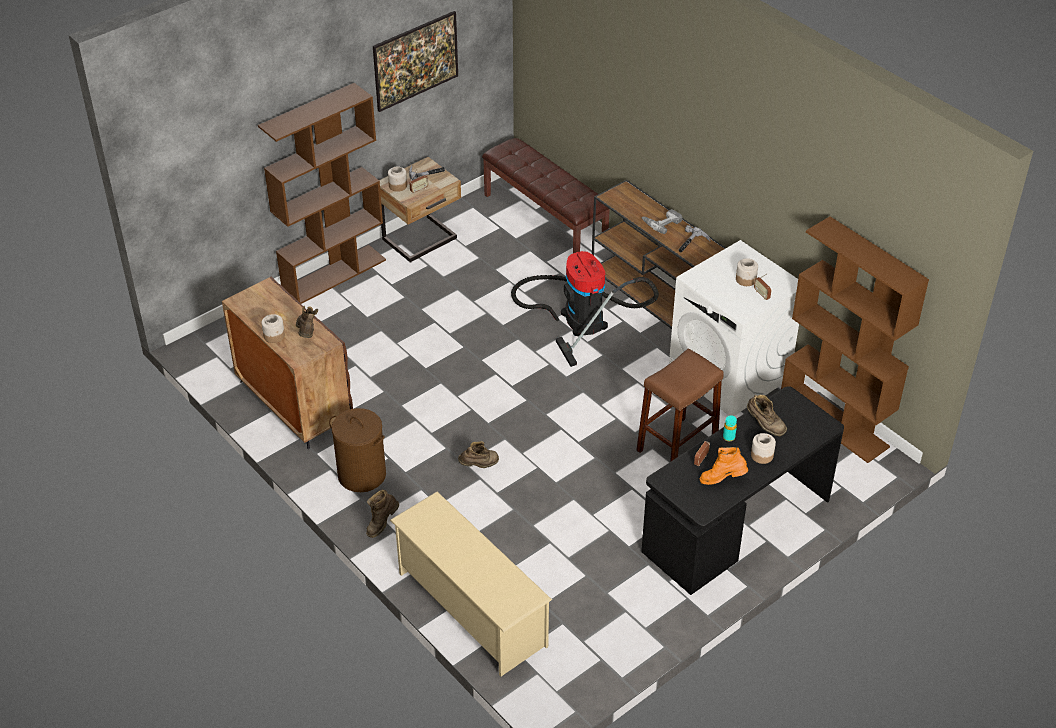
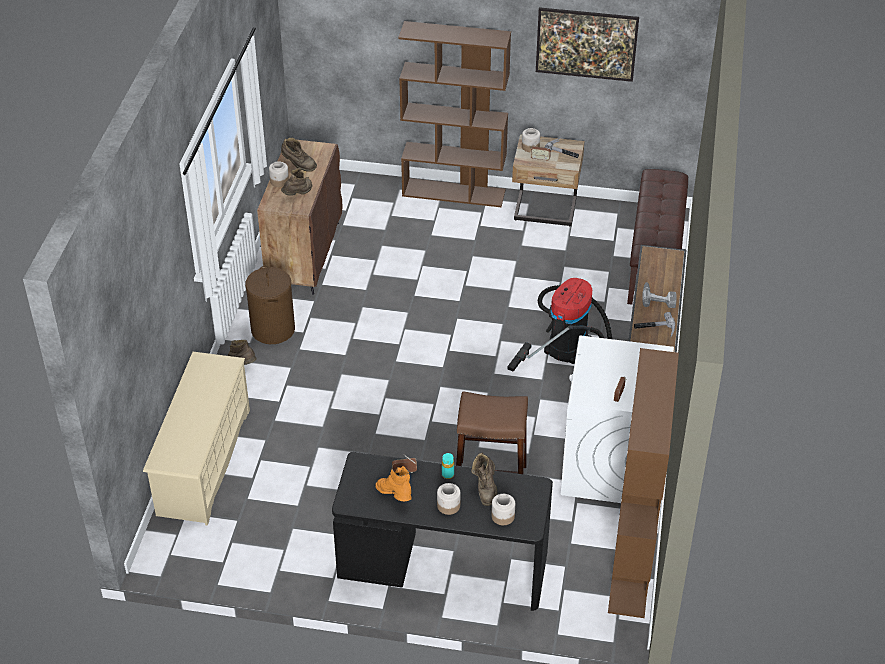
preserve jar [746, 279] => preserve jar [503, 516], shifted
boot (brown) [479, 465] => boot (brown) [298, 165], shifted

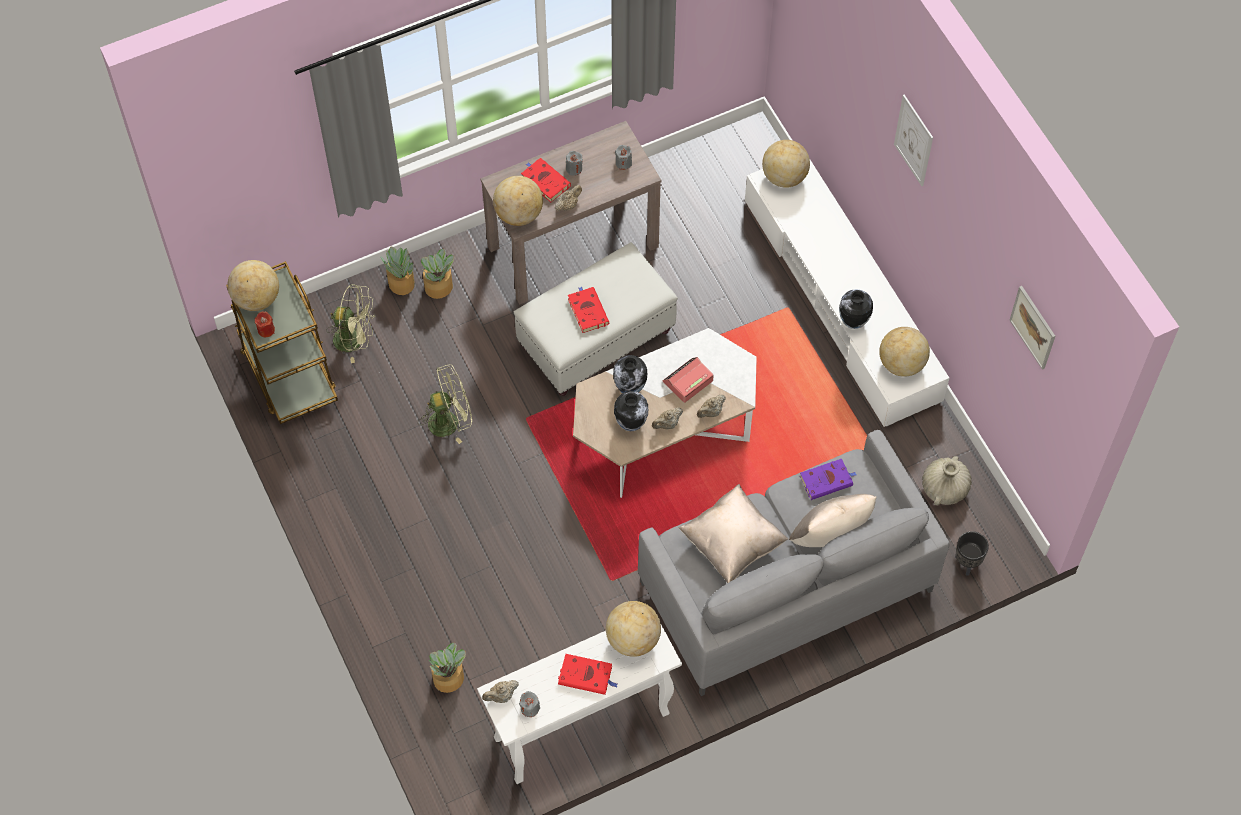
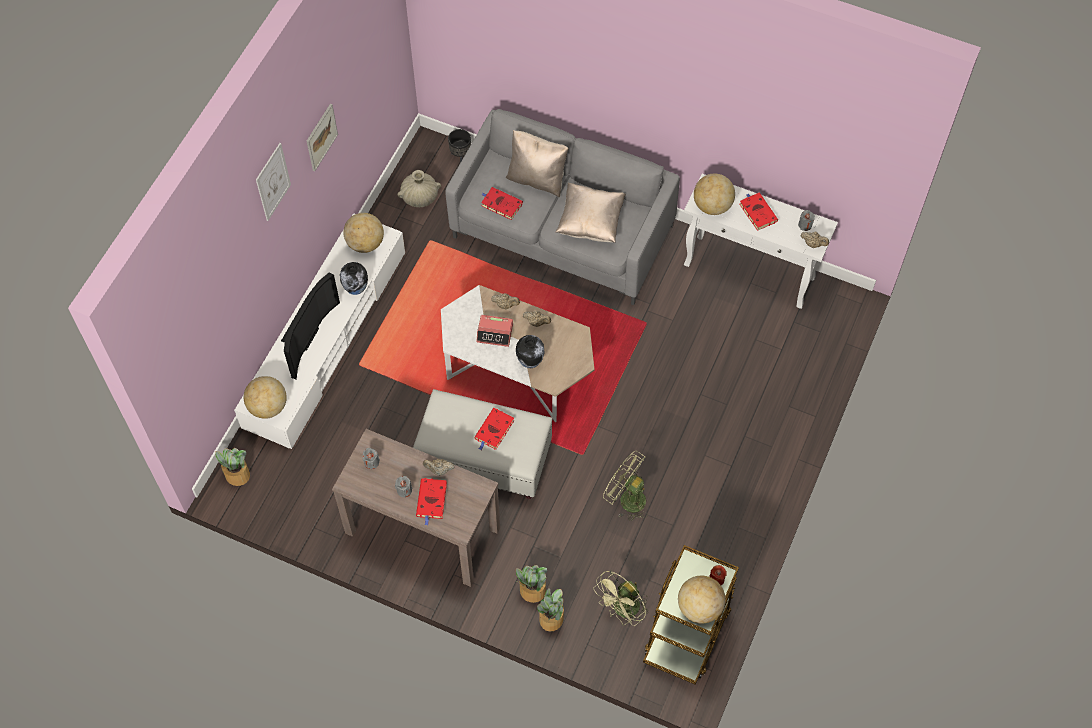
globe [519, 214] => nothing
fan (green) [355, 339] => fan (green) [623, 610], 105 degrees counterclockwise
picture [1033, 327] => picture [321, 137], shifted
decorative vase [631, 423] => nothing
book (purplish) [827, 480] => book (red) [500, 204]
potted plant [449, 678] => potted plant [237, 475], shifted
nothing => TV [305, 337]

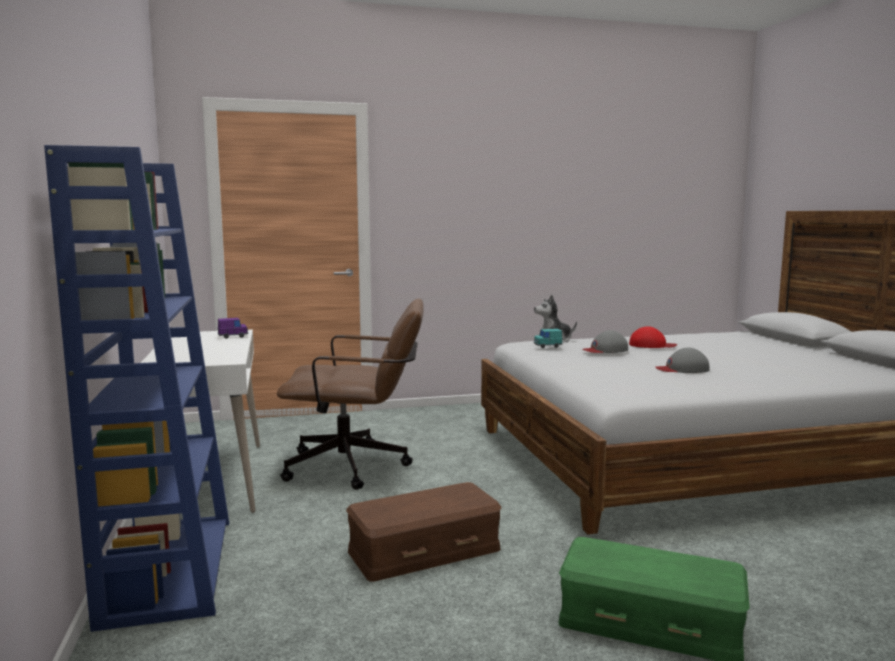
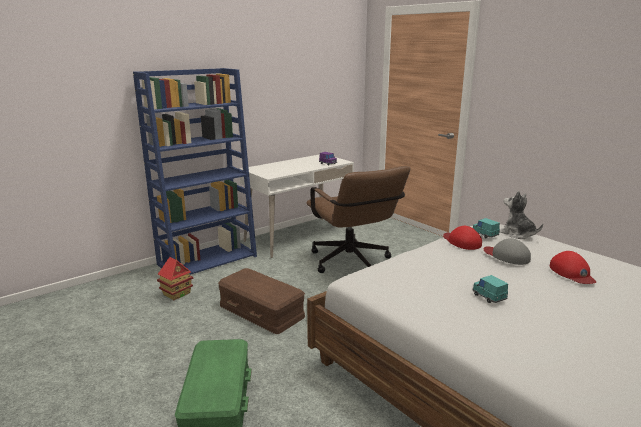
baseball cap (gray) [682, 369] => miniature car (blue-green) [489, 297]
nothing => baseball cap (red) [461, 242]
nothing => toy house [177, 294]

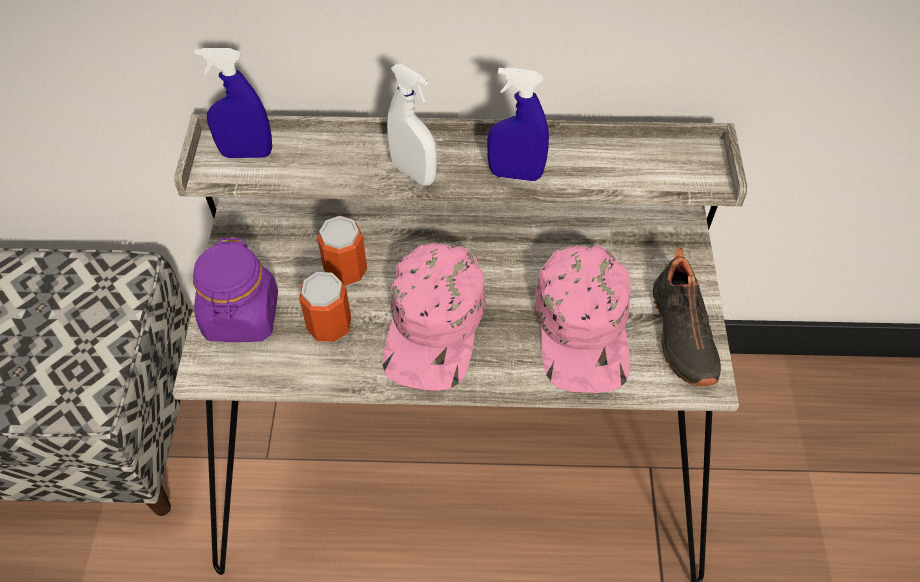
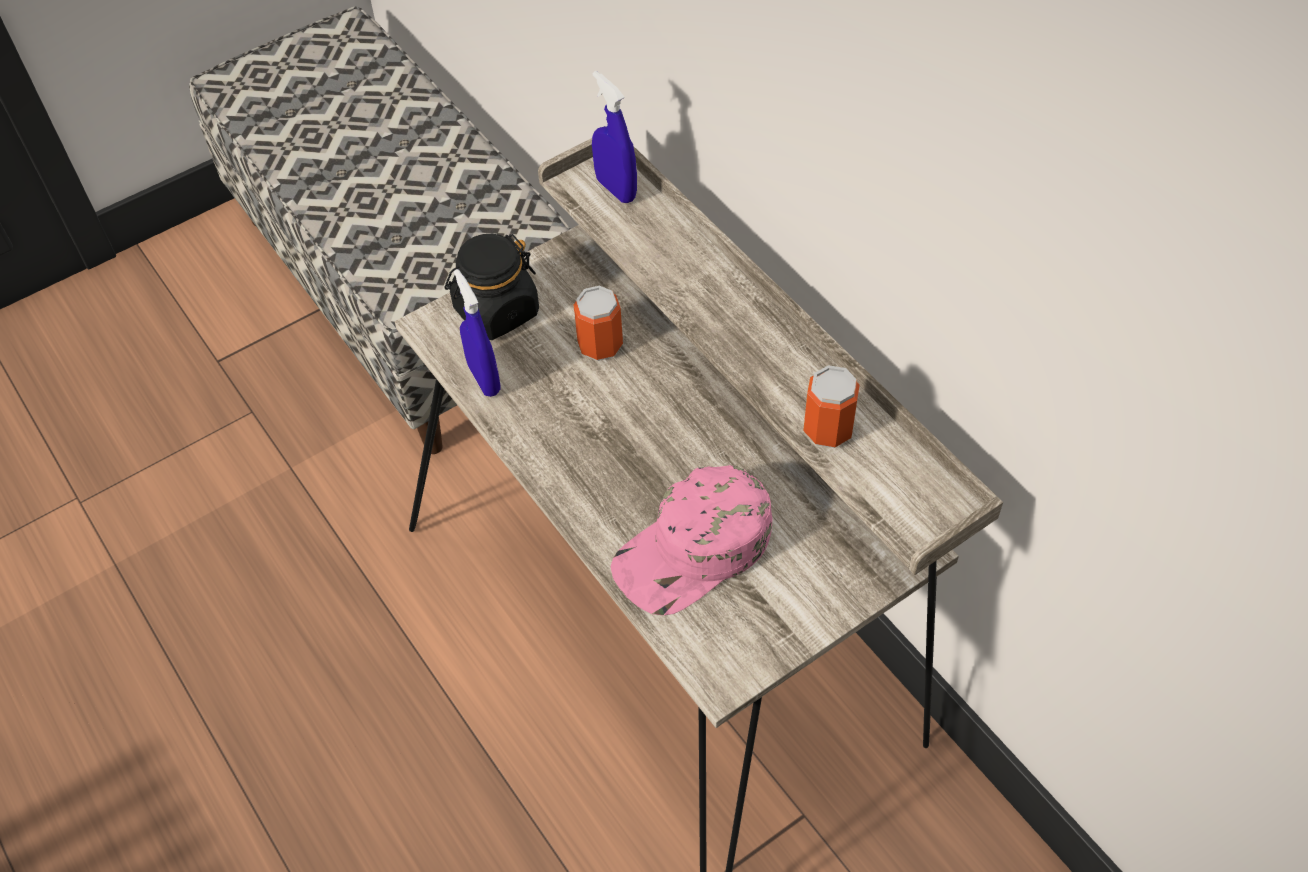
hand sprayer (whitish) [413, 173] => nothing
hand sprayer (blue) [515, 174] => hand sprayer (blue) [484, 379], shifted
preserve jar (purplish) [242, 316] => preserve jar (black) [496, 311]
baseball cap (pink) [435, 326] => nothing
low shoe (black) [680, 334] => nothing
metal can [329, 326] => metal can [828, 430], shifted

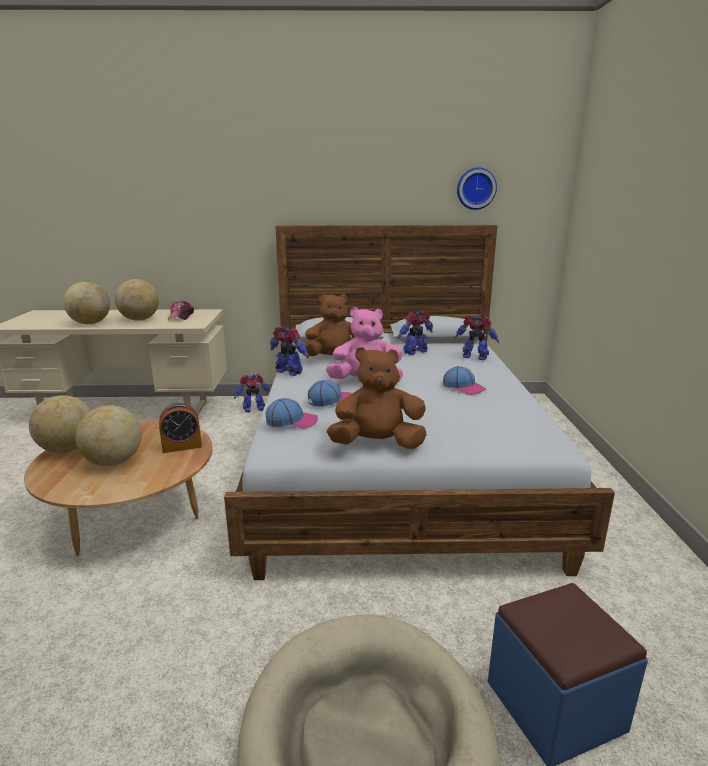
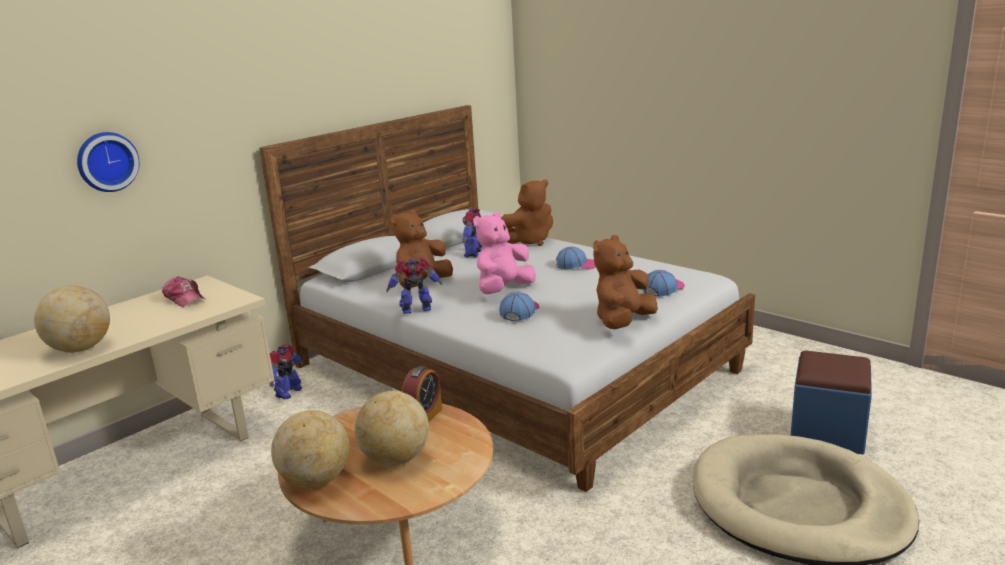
clock on the wall [475, 188] => clock on the wall [106, 161], shifted
globe [140, 319] => nothing
model robot [475, 358] => plush toy (brown) [529, 241]
baseball cap [292, 421] => baseball cap [663, 288], shifted

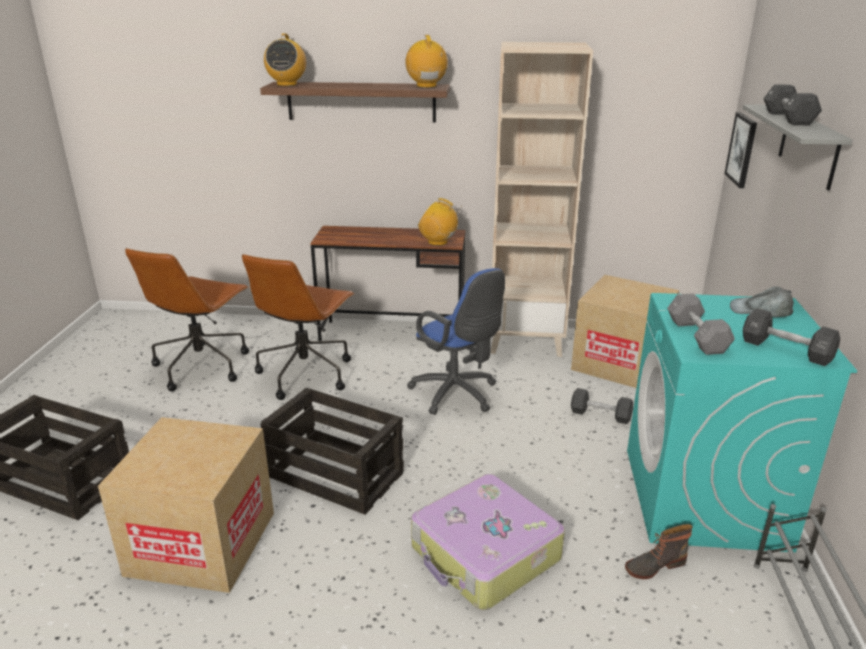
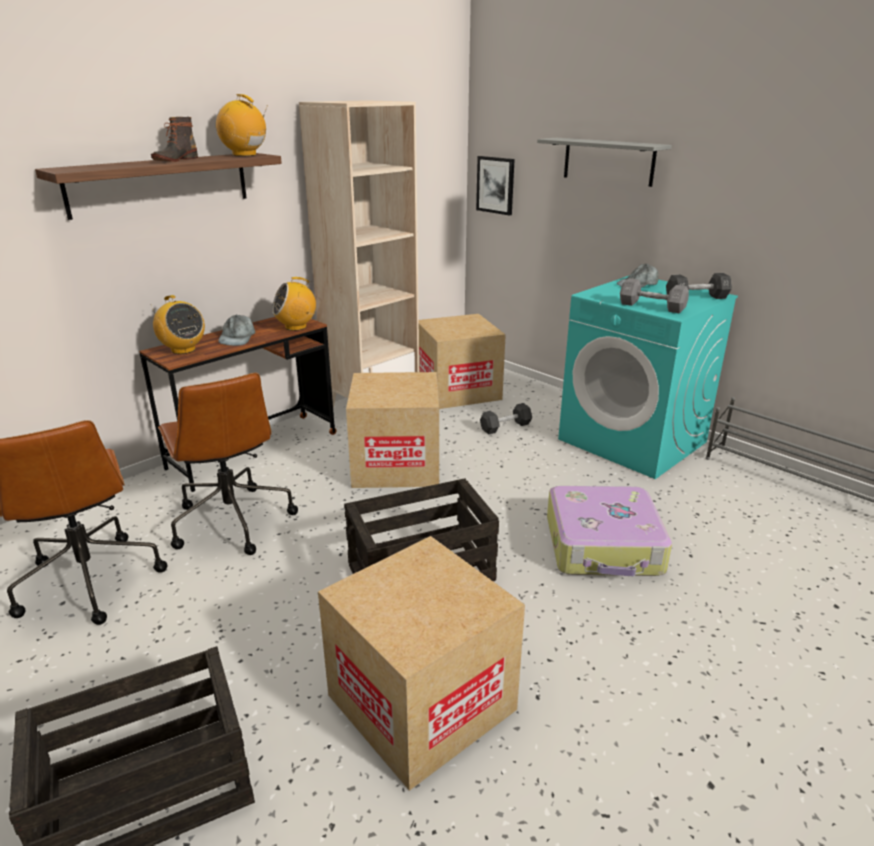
radio receiver [287, 84] => radio receiver [183, 350], shifted
free weight (black) [788, 118] => nothing
office chair (blue) [457, 395] => packing box [396, 465]
boot [654, 565] => boot [175, 160], shifted
nothing => baseball cap (gray) [237, 338]

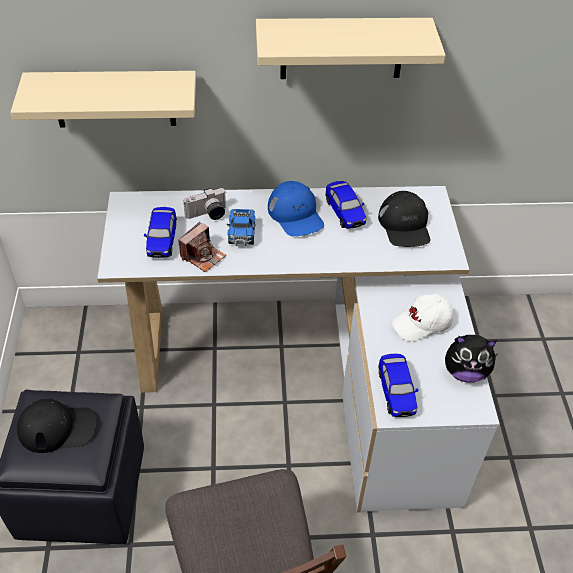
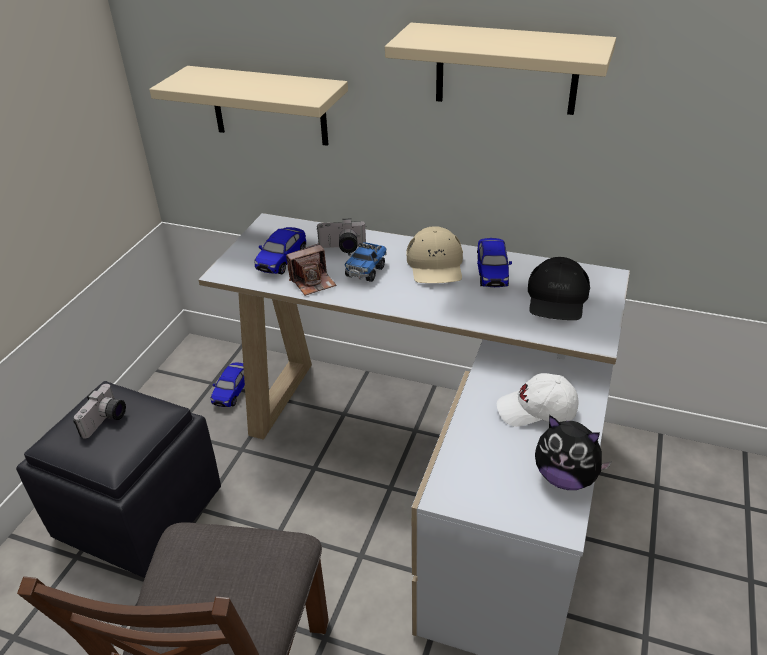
baseball cap (blue) [296, 214] => baseball cap (beige) [435, 265]
miniature car [396, 392] => miniature car [232, 392], shifted
baseball cap (black) [57, 428] => still camera [106, 421]

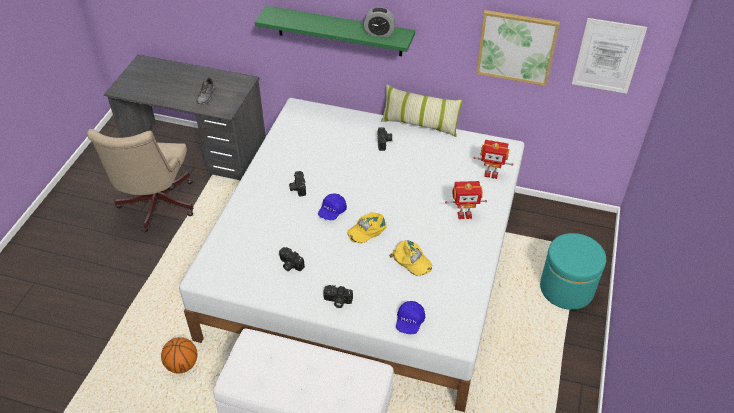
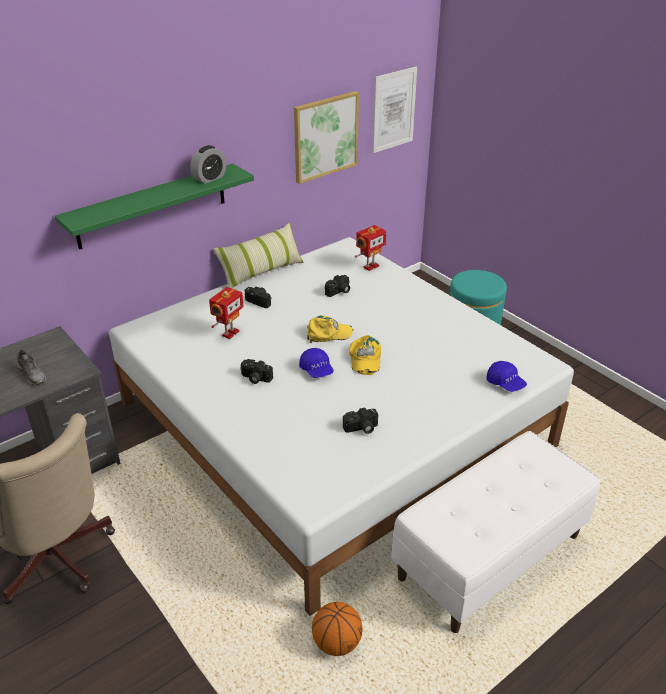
model robot [464, 214] => model robot [229, 333], shifted
baseball cap (yellow-coloured) [411, 260] => baseball cap (yellow-coloured) [328, 333], shifted
still camera [337, 301] => still camera [339, 292], shifted

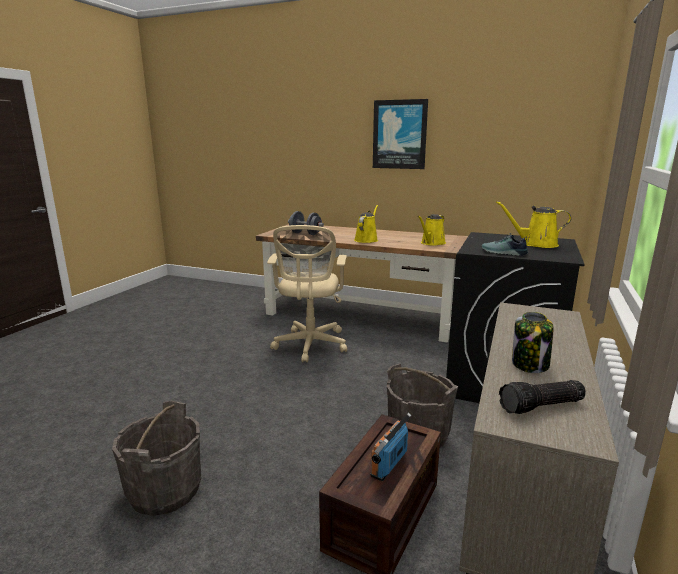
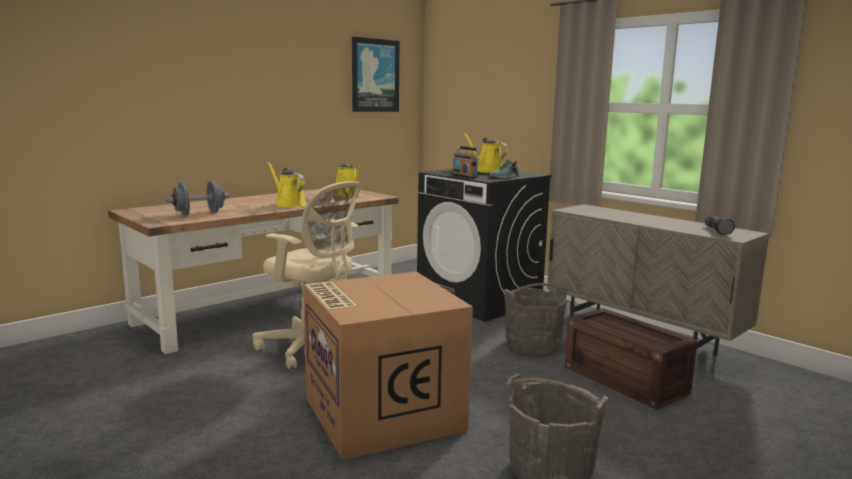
picture [399, 134] => picture [375, 75], shifted
sprinkling can (yellow-coloured) [536, 244] => sprinkling can (yellow-coloured) [487, 171], 105 degrees clockwise
preserve jar [530, 364] => nothing
radio receiver [389, 464] => radio receiver [464, 176], shifted
nothing => packing box [380, 413]

